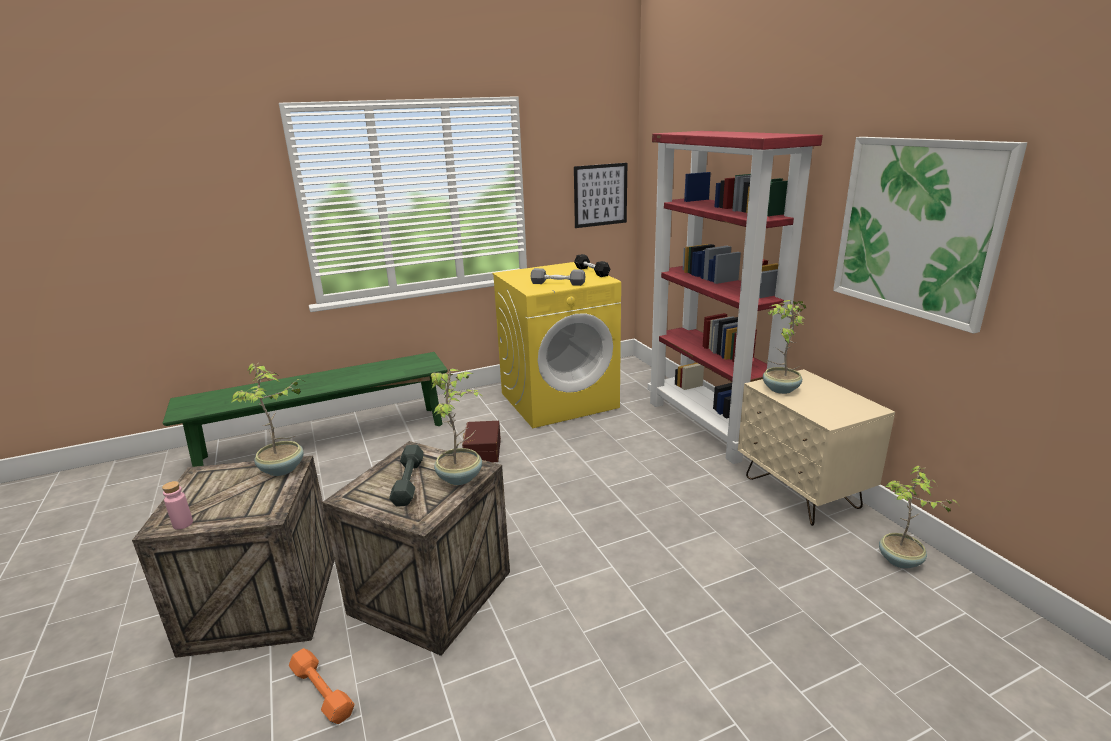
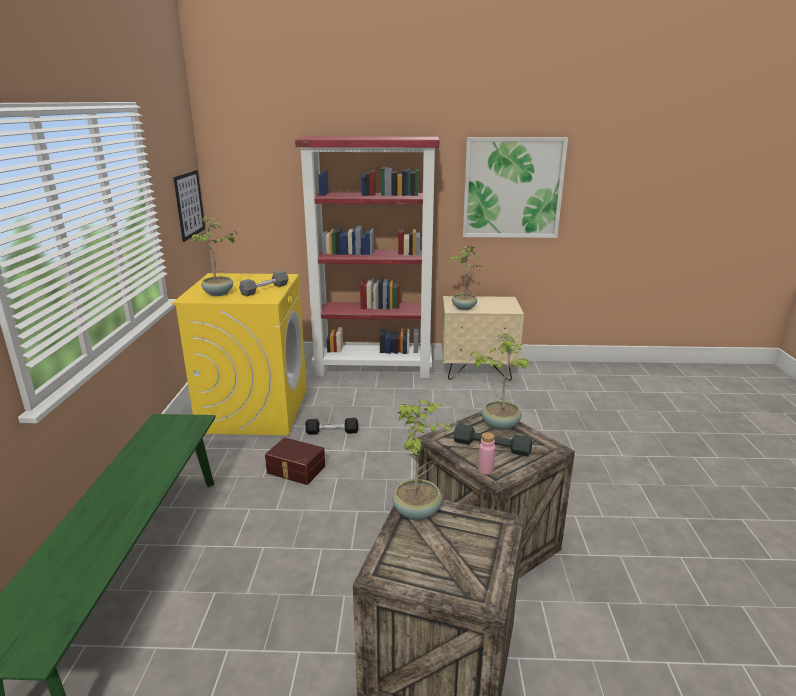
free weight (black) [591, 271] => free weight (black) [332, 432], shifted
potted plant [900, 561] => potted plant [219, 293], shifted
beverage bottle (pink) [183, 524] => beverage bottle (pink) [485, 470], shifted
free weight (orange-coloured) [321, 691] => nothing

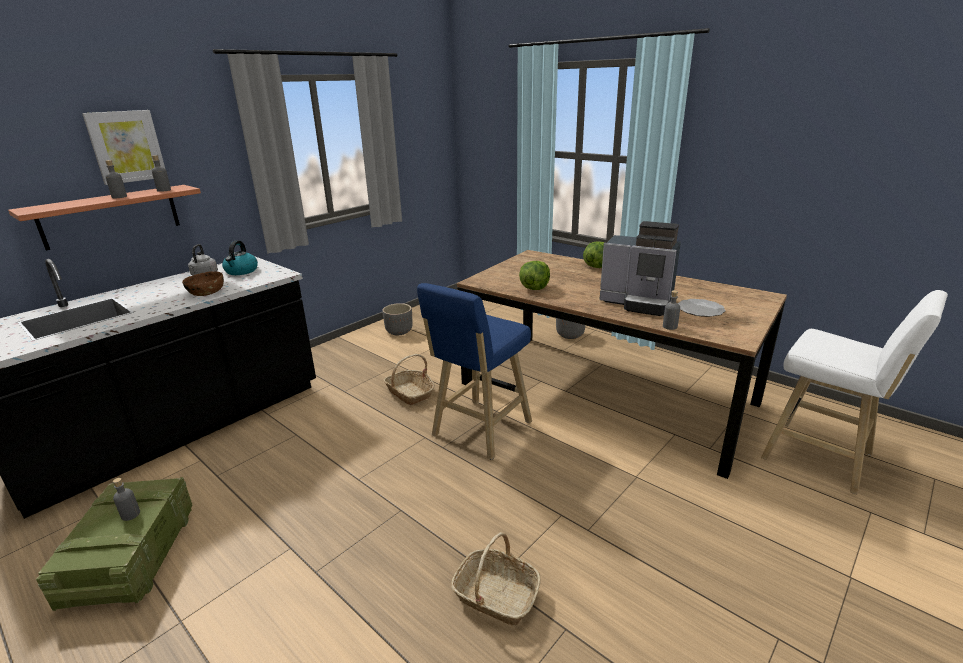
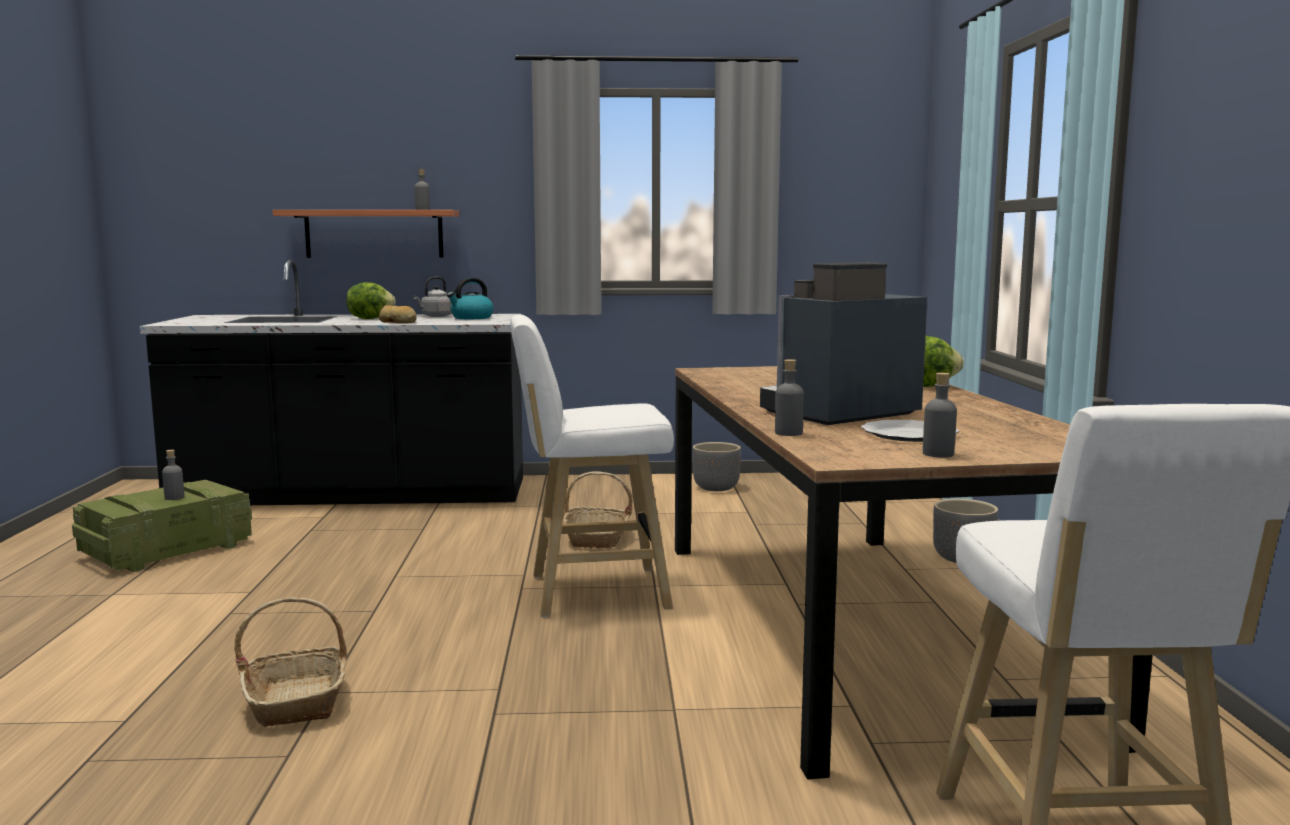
picture [126, 146] => nothing
beverage bottle (gray) [119, 197] => beverage bottle (gray) [938, 454], shifted
coffee brewer [638, 303] => coffee brewer [838, 414], 75 degrees clockwise
lettuce [534, 288] => lettuce [370, 319], shifted
deep dish (brown) [206, 293] => bakery bread [398, 322]
sitting stool (blue) [479, 431] => sitting stool (whitish) [591, 592]

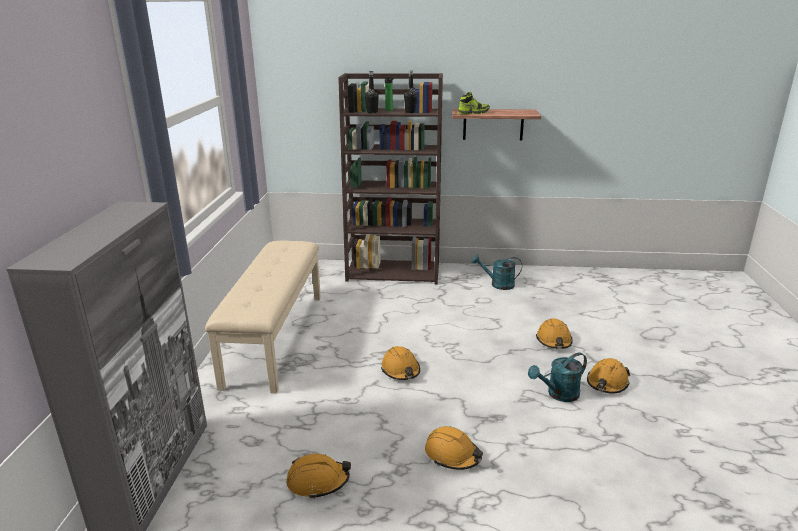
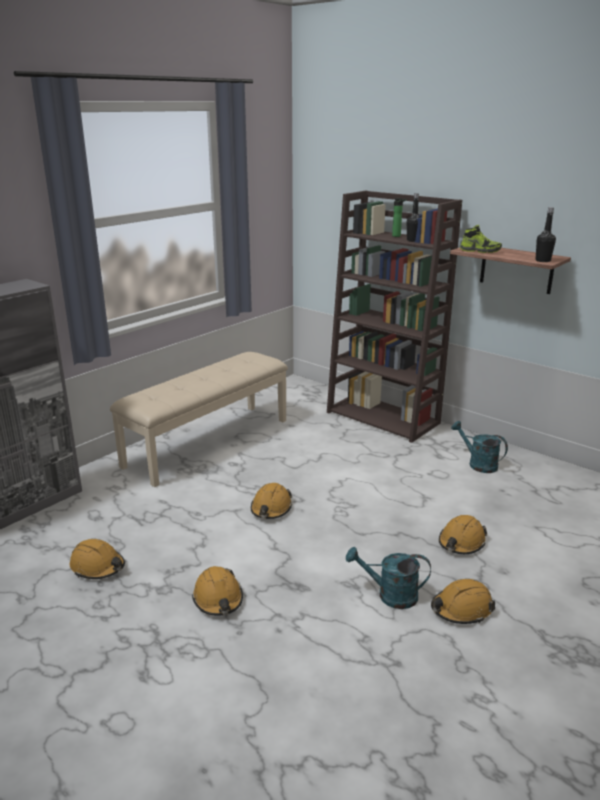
beverage bottle (black) [372, 112] => beverage bottle (black) [543, 260], shifted

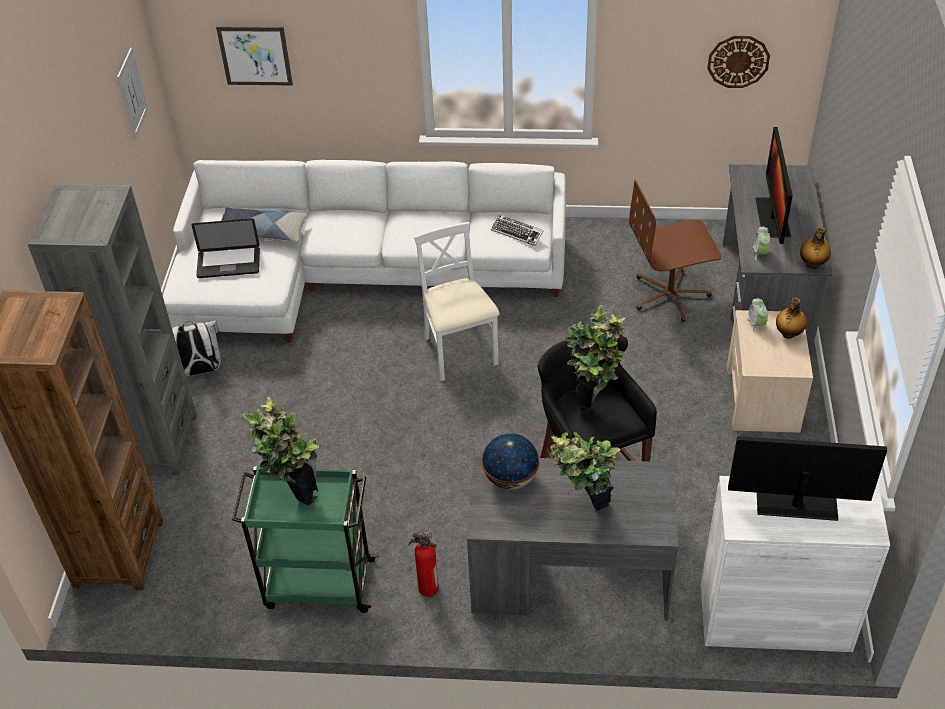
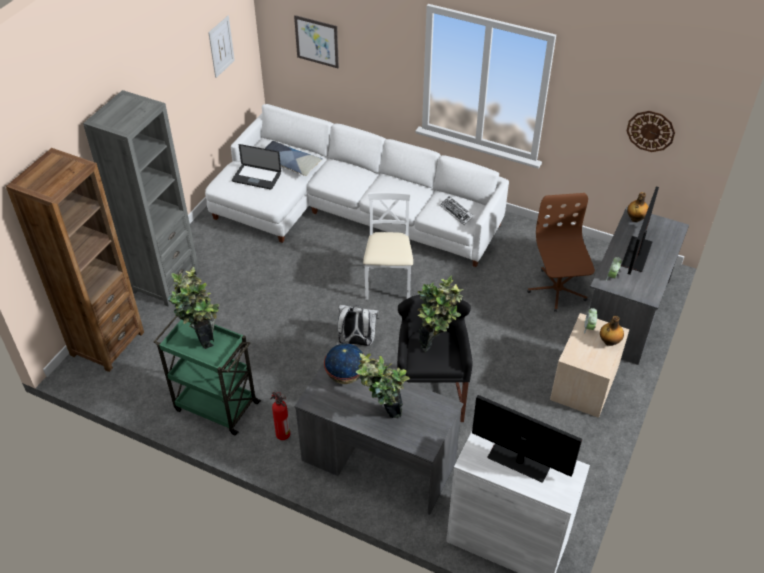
office chair (brown) [670, 295] => office chair (brown) [557, 290], 75 degrees clockwise
beverage bottle [812, 264] => beverage bottle [635, 219], shifted
backpack (whitish) [200, 370] => backpack (whitish) [357, 341], shifted

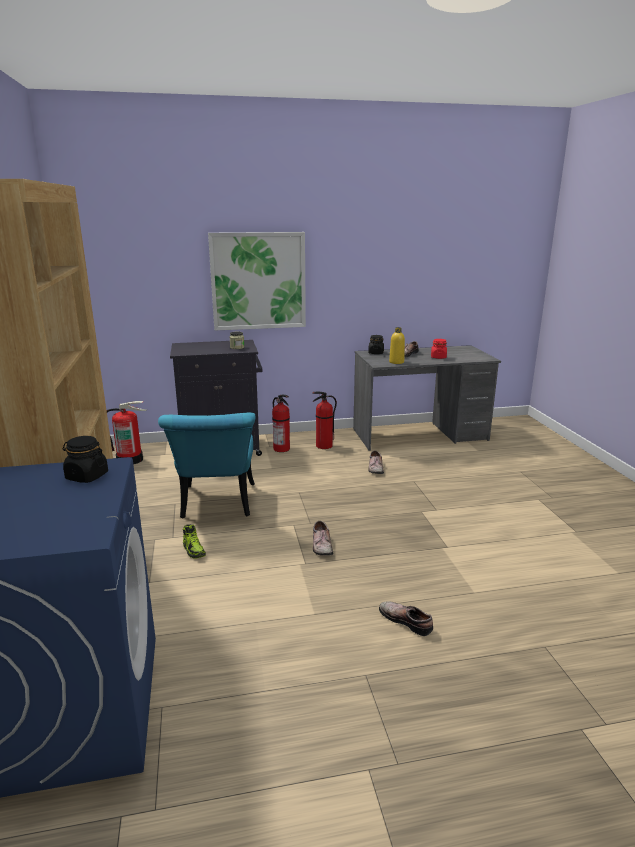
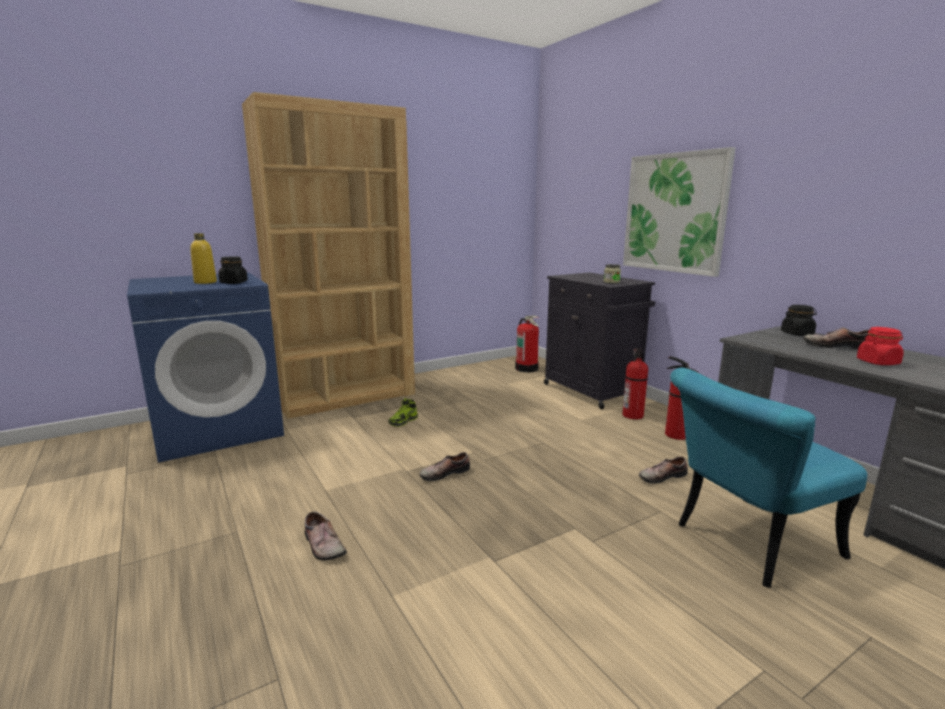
beverage bottle (yellow-coloured) [396, 362] => beverage bottle (yellow-coloured) [205, 282], shifted
plain chair (blue-green) [217, 505] => plain chair (blue-green) [745, 544], shifted
low shoe [406, 620] => low shoe [322, 545], 120 degrees clockwise

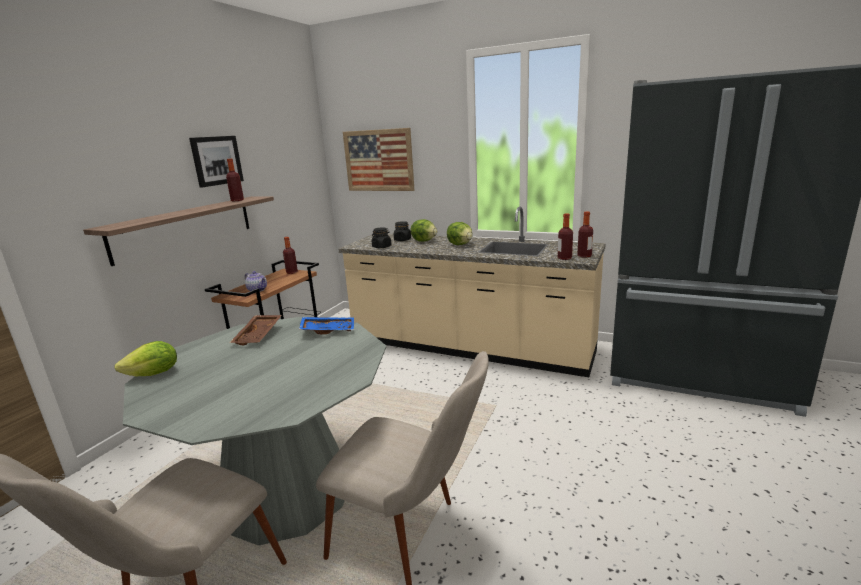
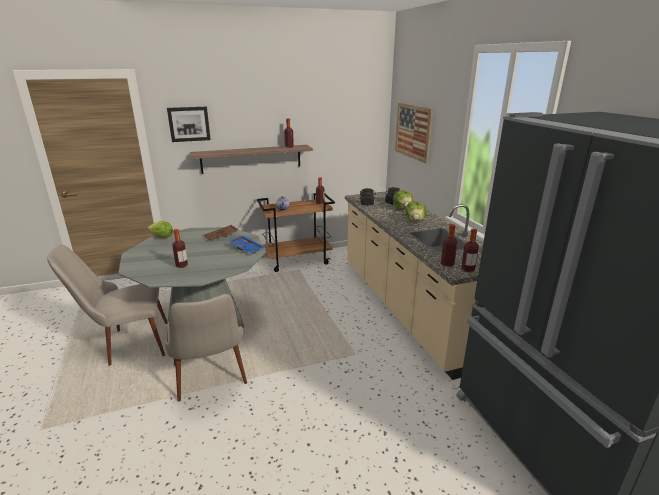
picture [216, 160] => picture [189, 124], shifted
nothing => beverage bottle [182, 265]

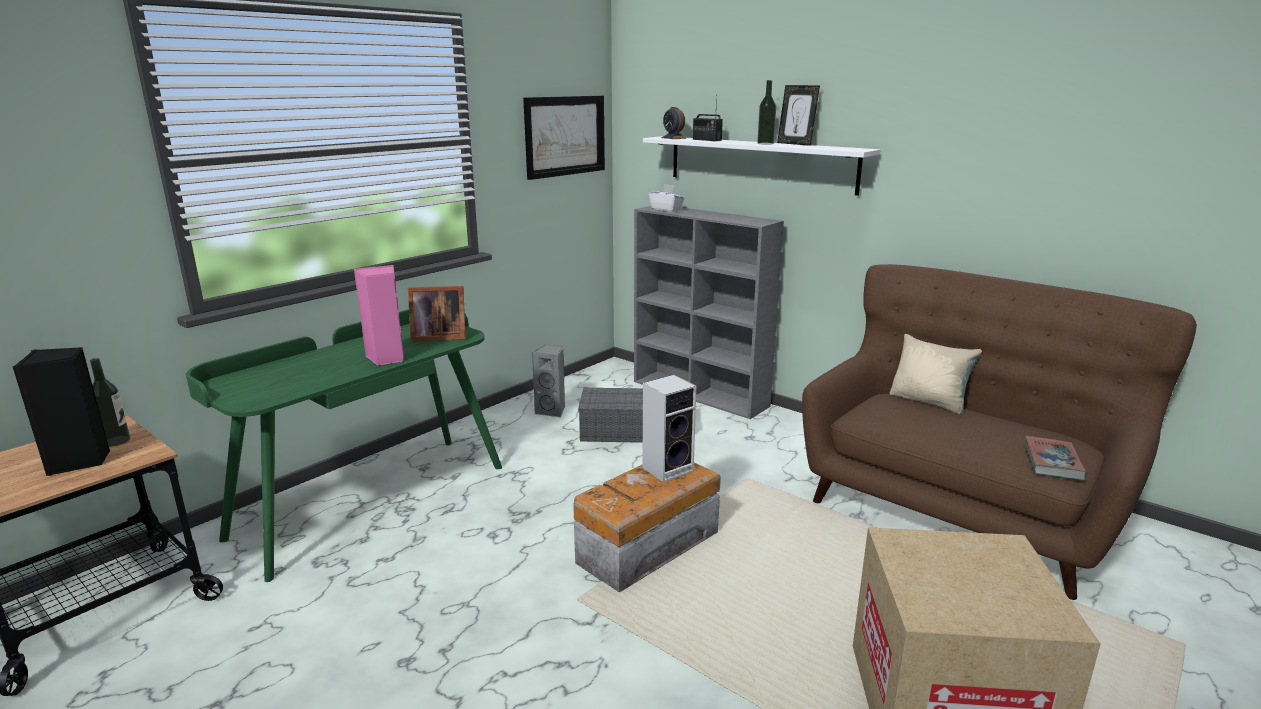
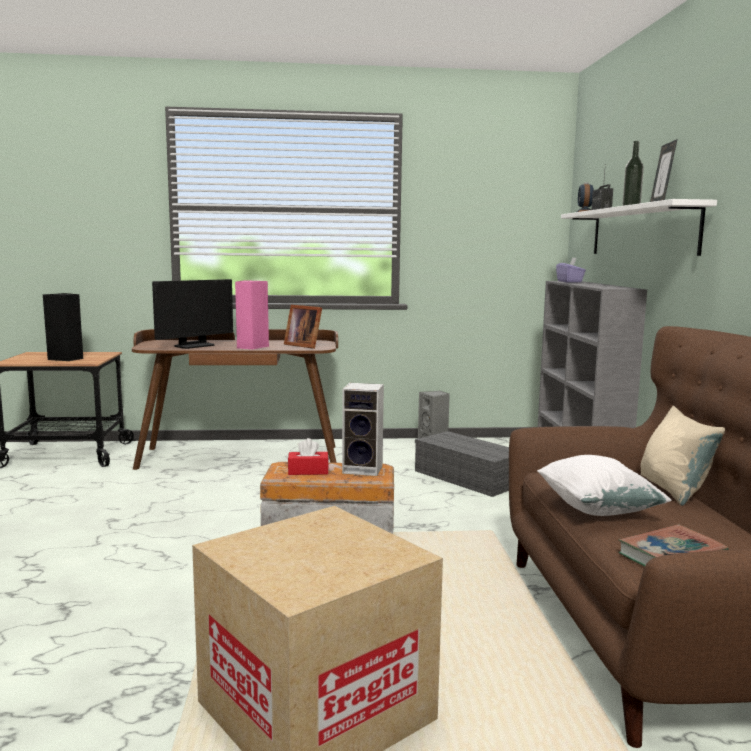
picture [565, 136] => nothing
tissue box (whitish) [666, 209] => tissue box (purplish) [570, 282]
desk table (green) [371, 500] => desk table (brown) [240, 456]
beverage bottle [116, 441] => nothing
nothing => monitor [194, 346]
nothing => tissue box (red) [308, 471]
nothing => cushion (whitish) [597, 509]

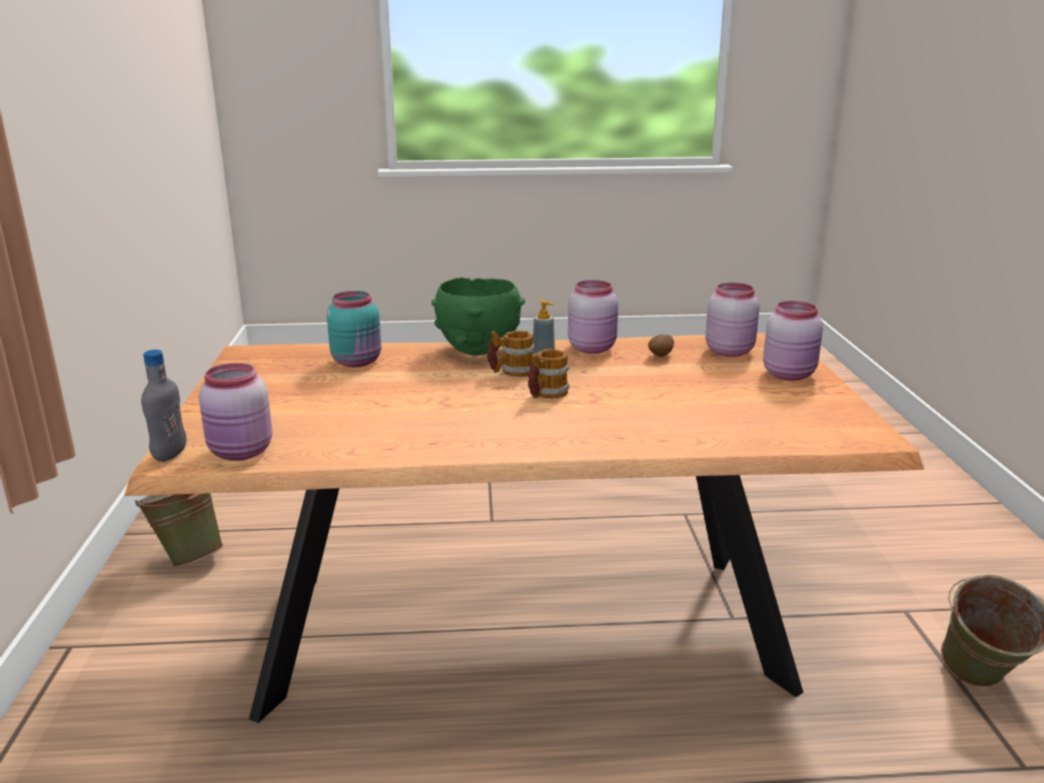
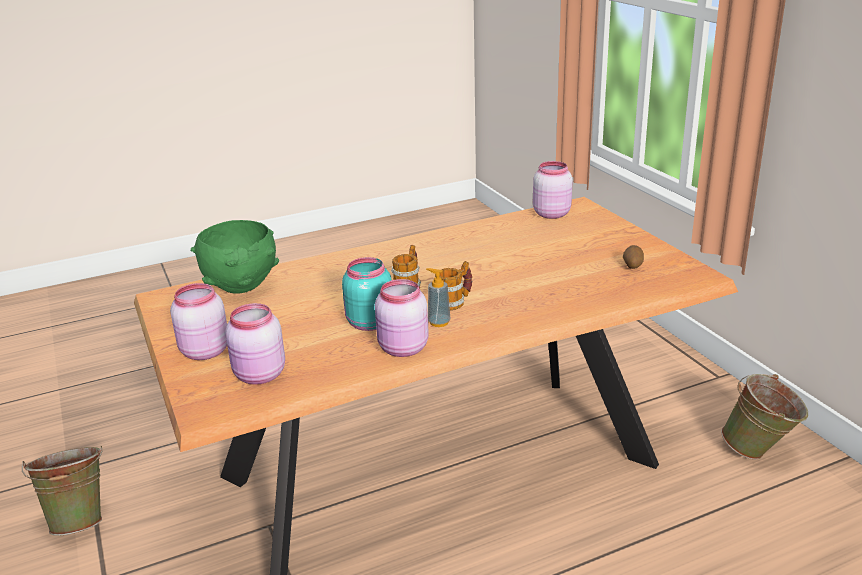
deep dish (green) [478, 349] => deep dish (green) [242, 287], shifted
preserve jar (blue-green) [358, 361] => preserve jar (blue-green) [368, 323], shifted
whole potato [661, 356] => whole potato [632, 266], shifted
beverage bottle (gray) [170, 454] => nothing

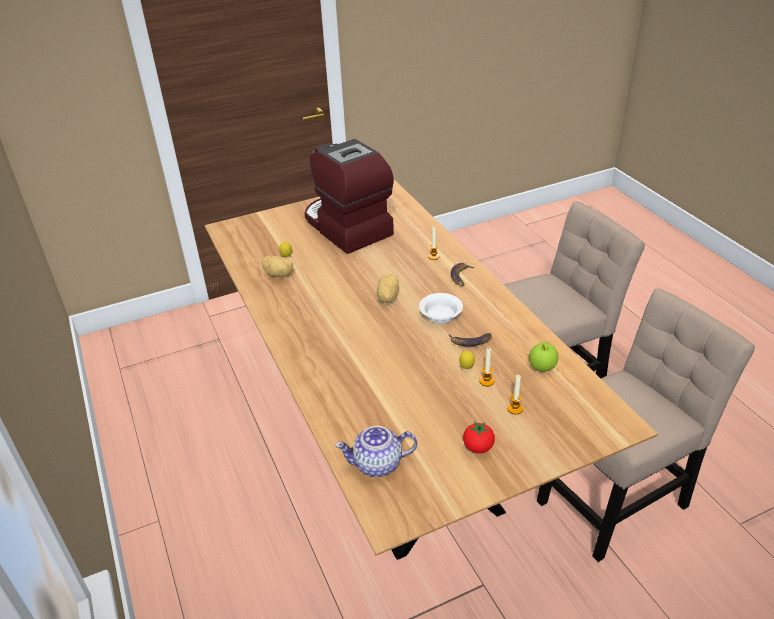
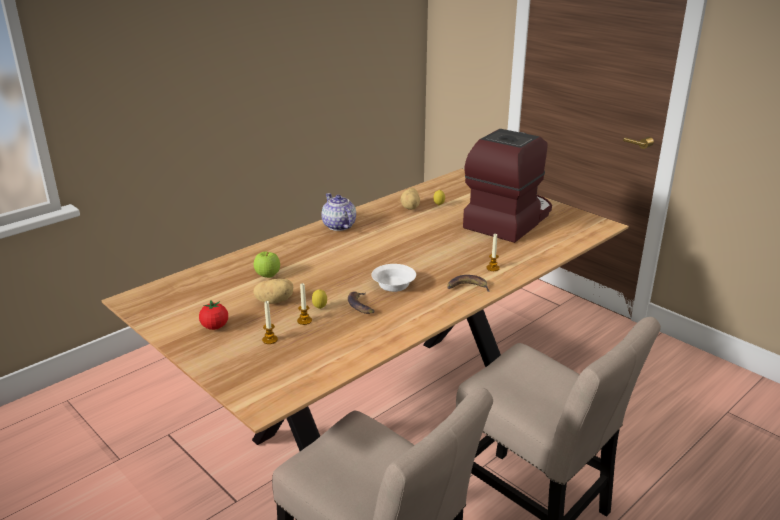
whole potato [387, 297] => whole potato [274, 301], shifted
apple fruit [542, 367] => apple fruit [267, 275], shifted
teapot [378, 464] => teapot [339, 226], shifted

